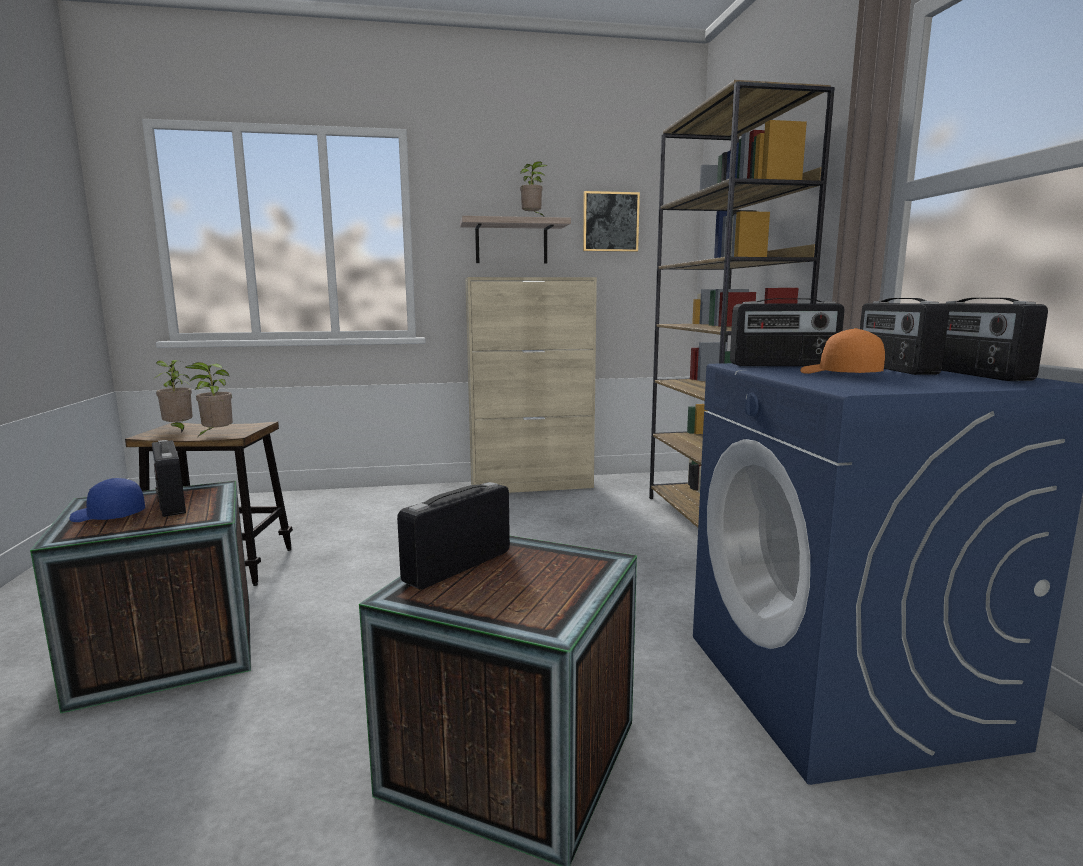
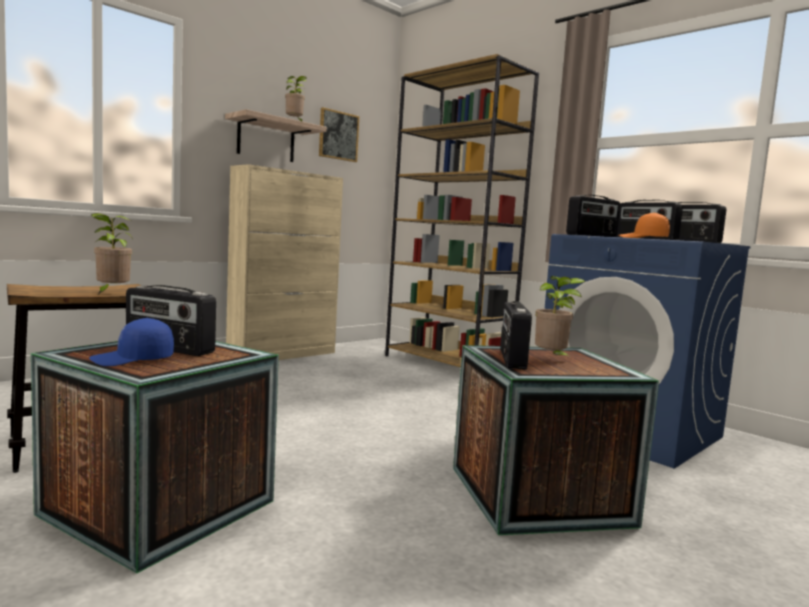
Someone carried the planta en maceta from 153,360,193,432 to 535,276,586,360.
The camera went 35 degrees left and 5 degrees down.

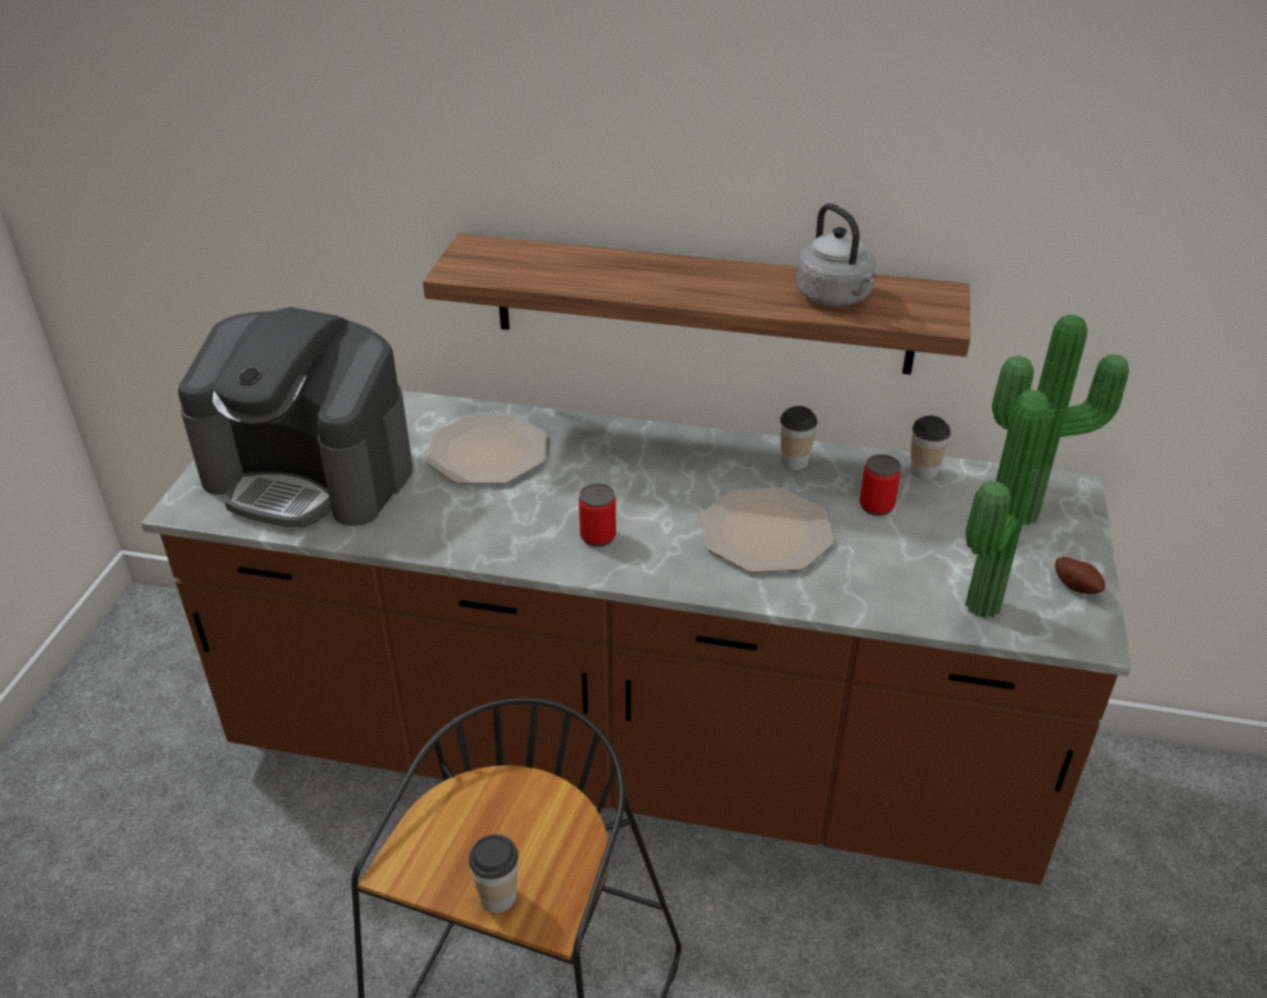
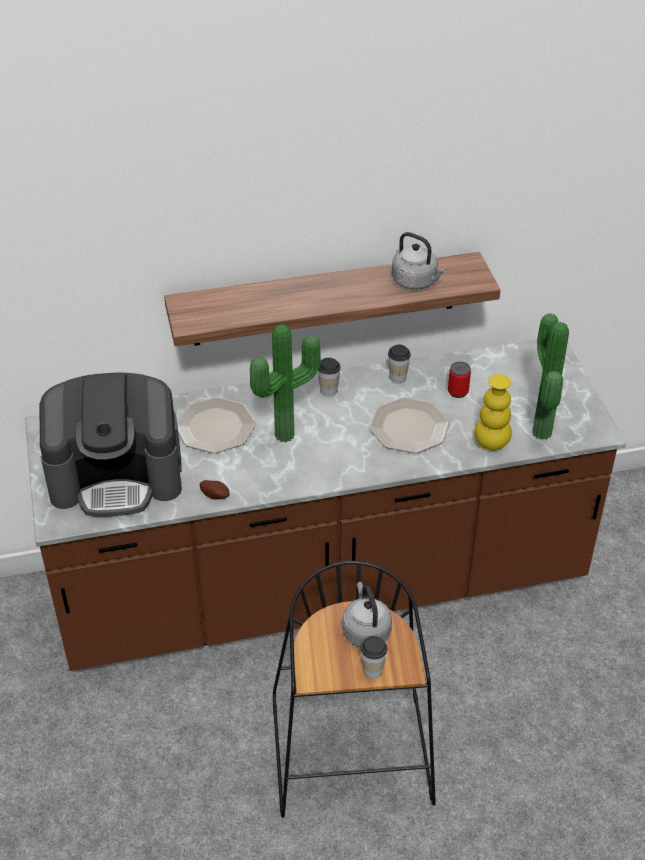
Someone took away the lata at 579,484,616,547.
Someone carried the taza from 910,416,951,480 to 318,358,341,397.
Someone carried the planta en maceta from 992,315,1129,525 to 250,324,321,442.
Someone carried the patata from 1055,557,1105,594 to 200,480,229,500.
Someone put down the hervidor/gris at 342,582,392,647.
Someone put down the florero/amarillo at 474,374,512,451.
The camera went 25 degrees left and 5 degrees up.

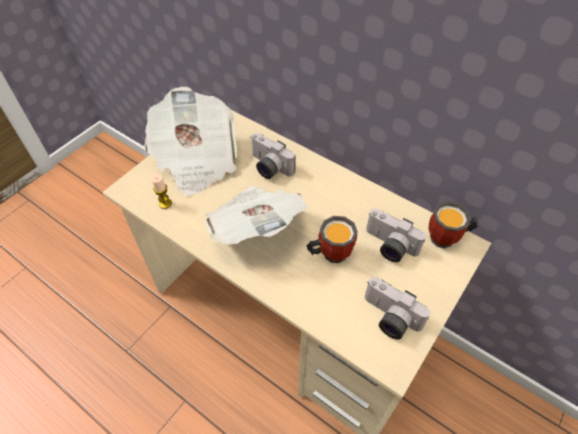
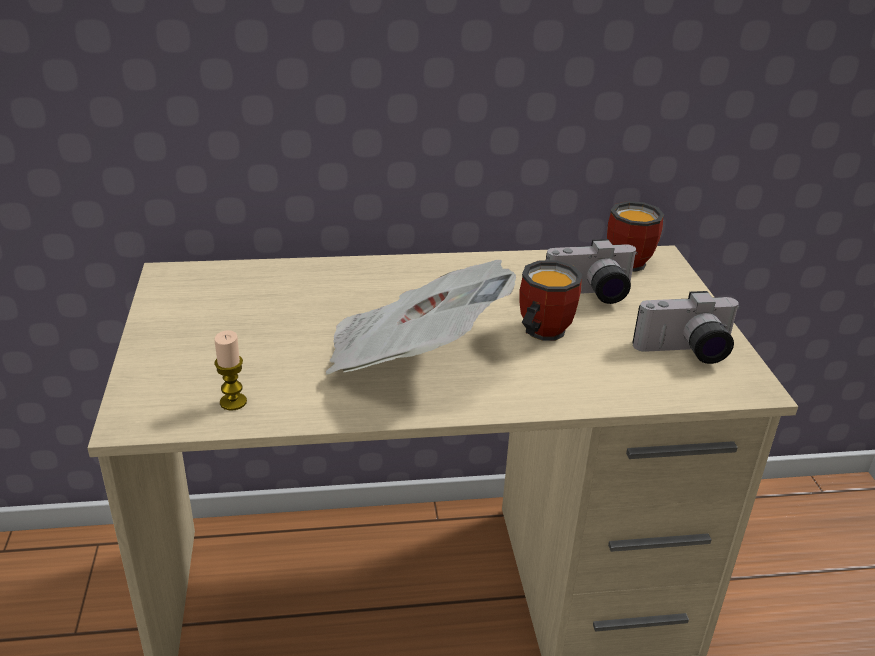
Someone took away the periódico at 144,87,237,196.
Someone took away the cámara at 251,133,296,179.
The camera went 45 degrees left and 20 degrees down.

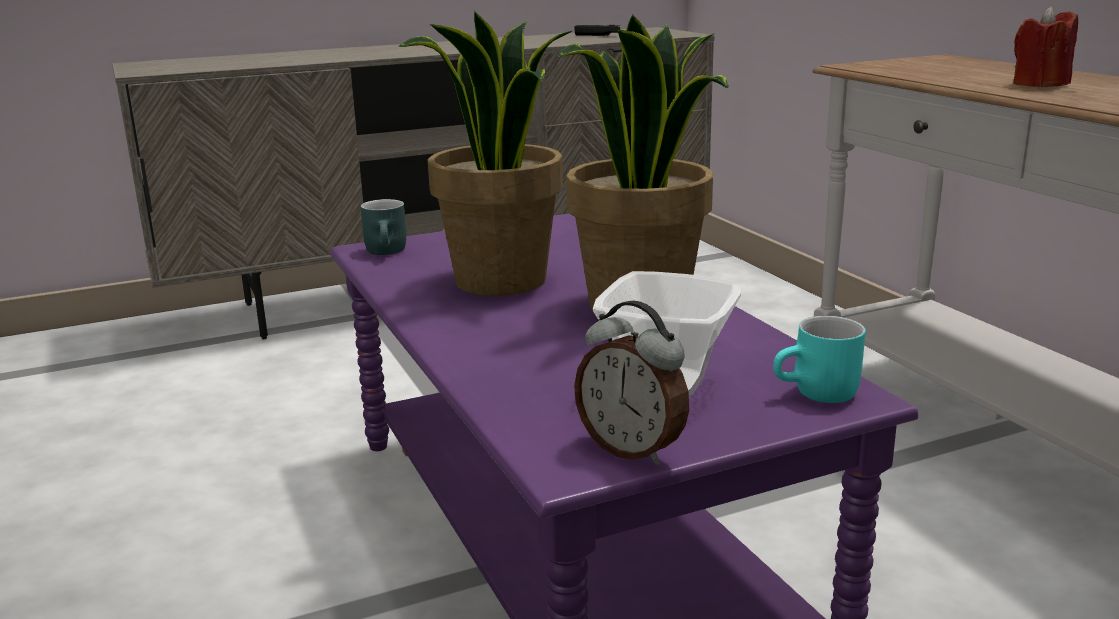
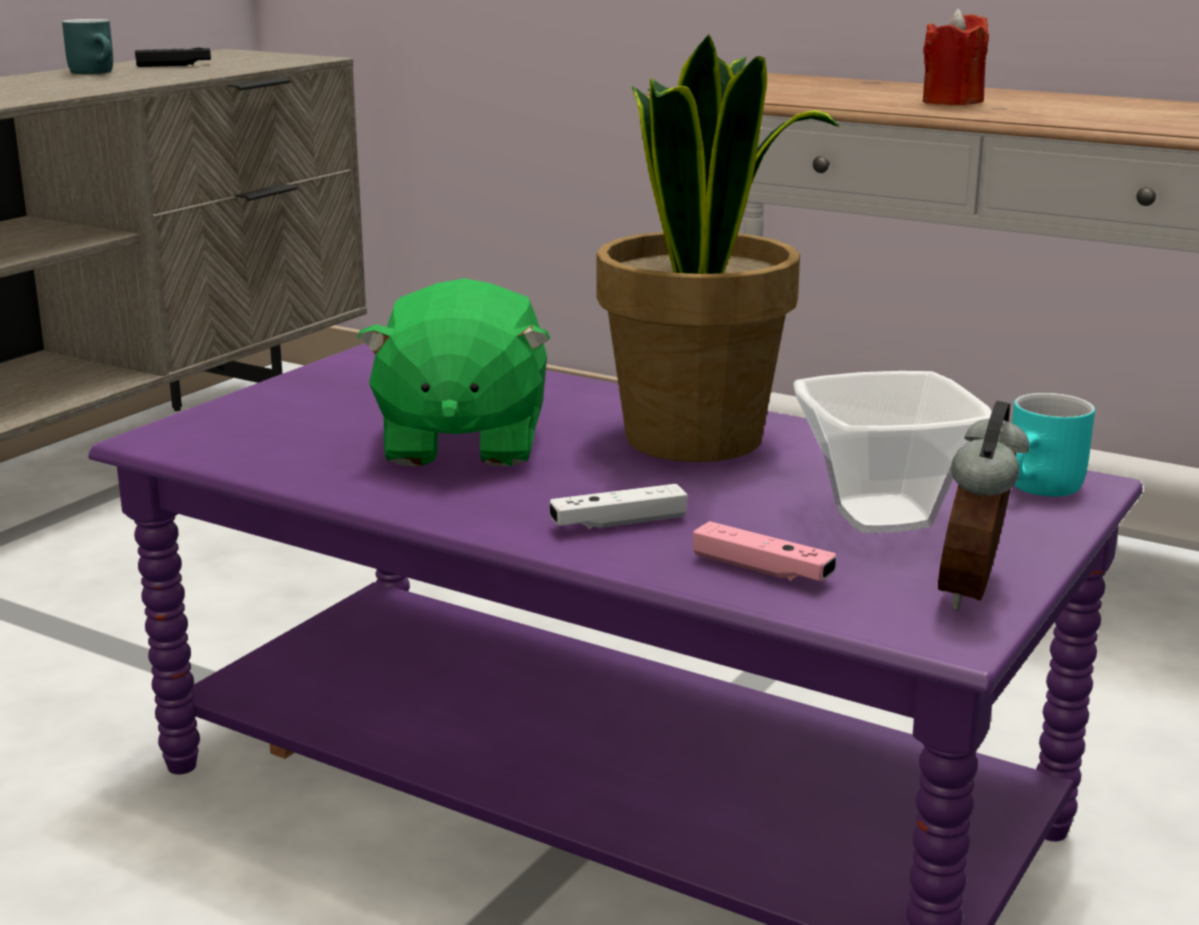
Someone carried the taza grande/turquesa from 361,199,406,255 to 62,19,113,74.
Someone swapped the planta en maceta at 398,11,572,296 for the peluche/verde at 357,278,550,466.
Someone rotated the despertador at 574,301,689,465 by 105 degrees clockwise.
Someone put down the mando de consola/blanco at 550,484,688,530.
Someone put down the mando de consola/rosa at 693,521,836,582.
The camera went 35 degrees left and 0 degrees up.

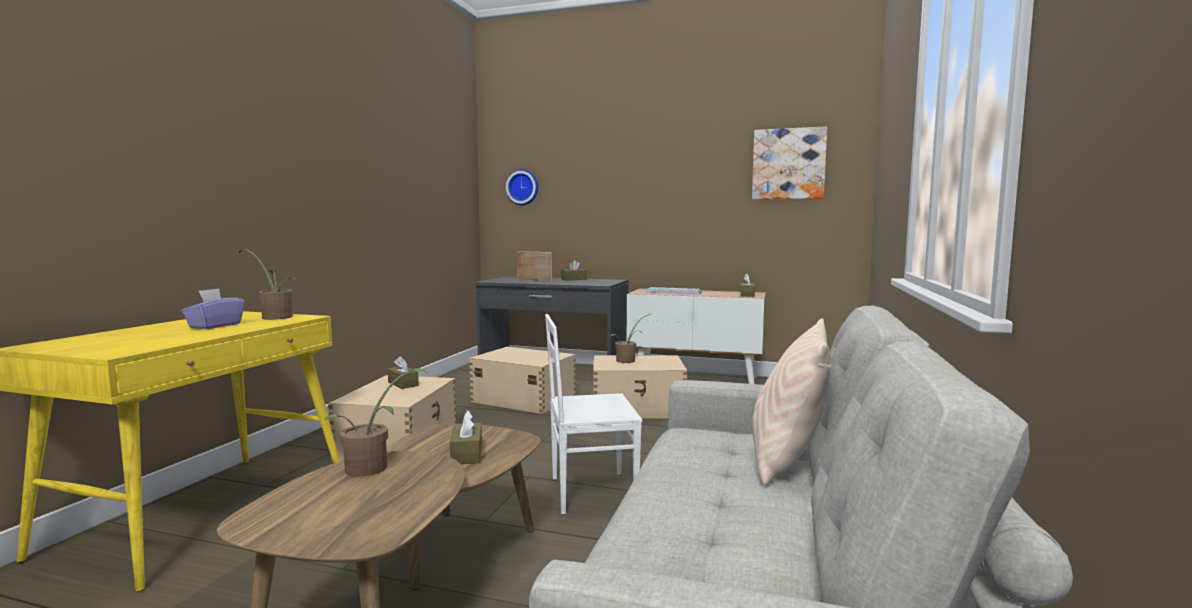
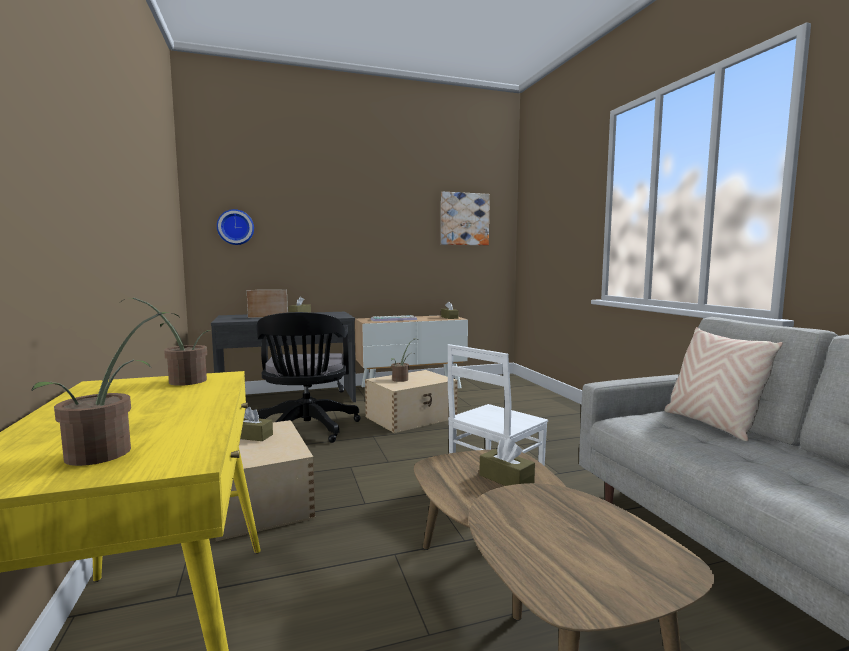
Someone took away the caja de pañuelos/morado at 182,288,245,329.
Someone carried the planta en maceta from 324,368,427,477 to 31,312,179,466.
Someone swapped the caja de almacenaje/beis at 469,347,576,414 for the silla de oficina/negro at 256,312,361,443.
The camera went 35 degrees left and 0 degrees up.

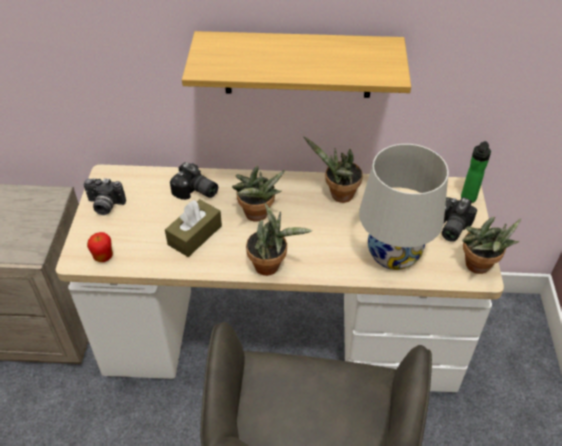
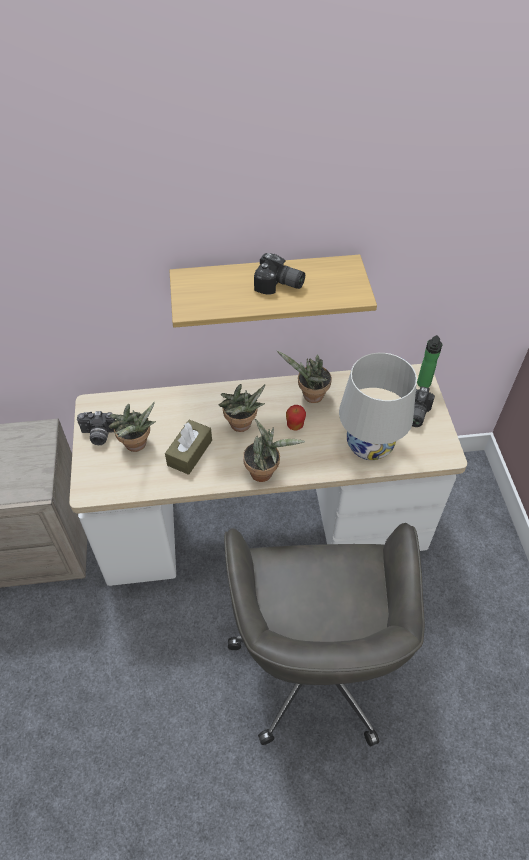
Someone carried the manzana from 87,232,113,262 to 286,405,306,430.
Someone carried the cámara from 170,162,218,200 to 254,253,305,295.
Someone carried the planta en maceta from 462,217,521,274 to 109,402,156,452.
The camera went 10 degrees left and 5 degrees up.

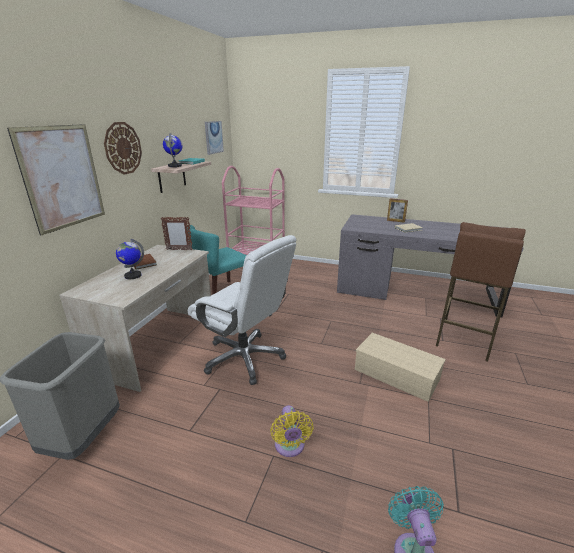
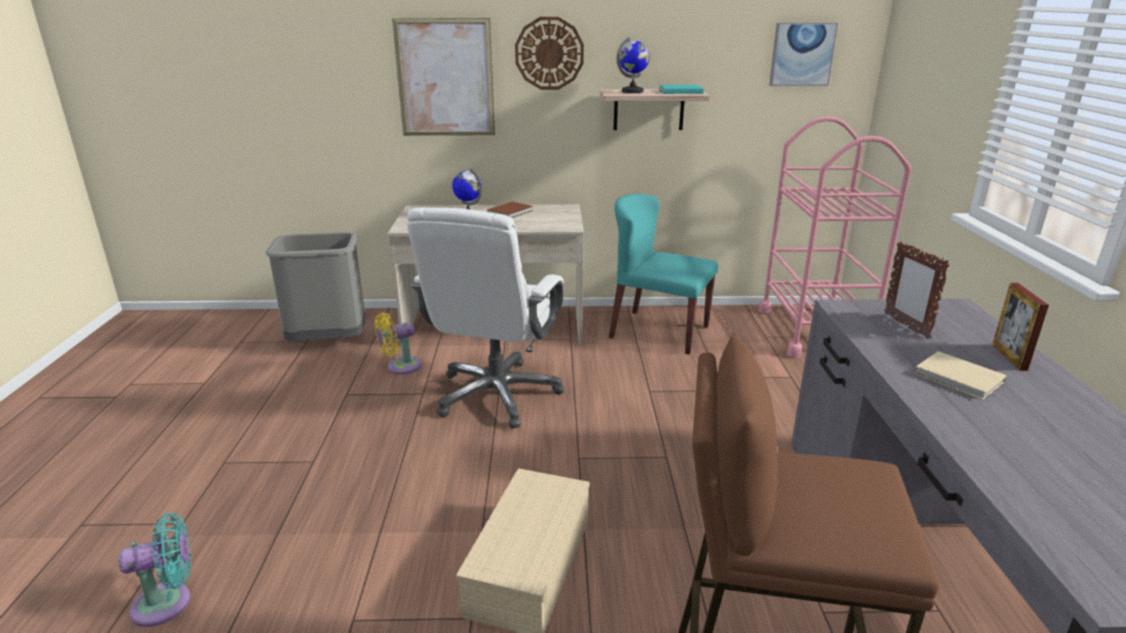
Someone carried the portarretratos from 161,217,193,250 to 884,241,950,339.
Someone carried the ventilador/amarillo from 270,405,314,457 to 375,313,421,374.
The camera went 70 degrees right and 0 degrees up.

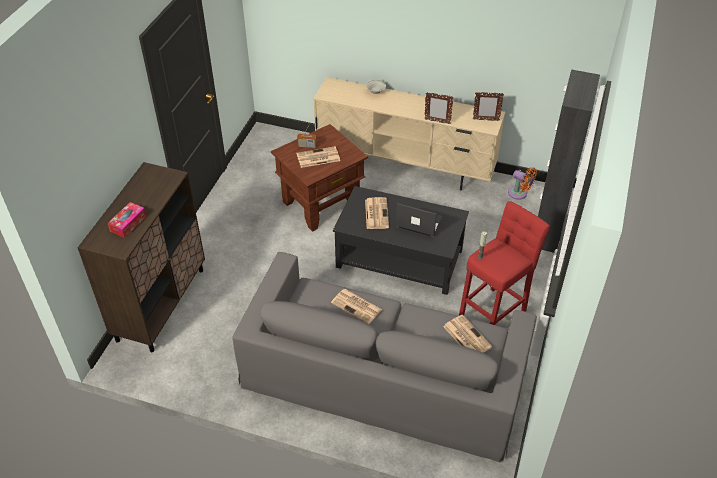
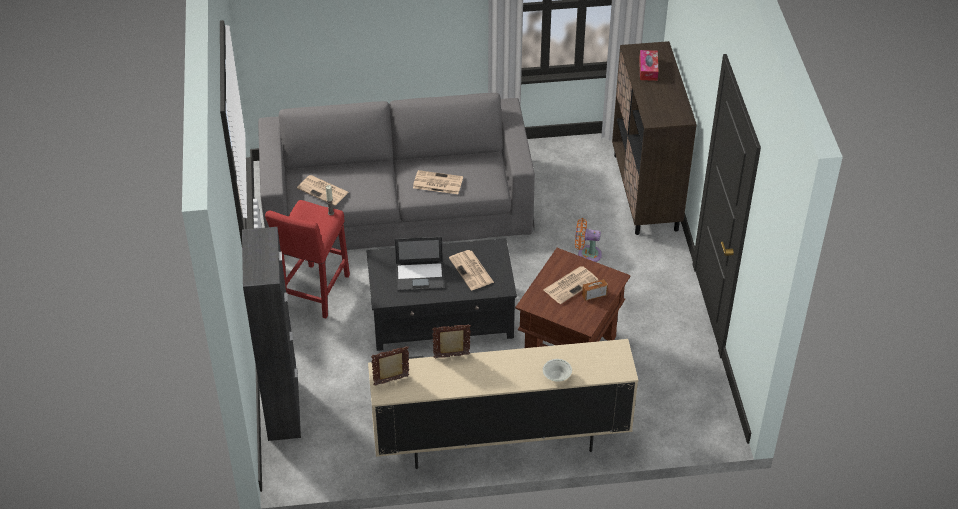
Someone carried the ventilador/naranja from 508,167,537,200 to 575,218,602,262.
The camera went 155 degrees right and 0 degrees up.

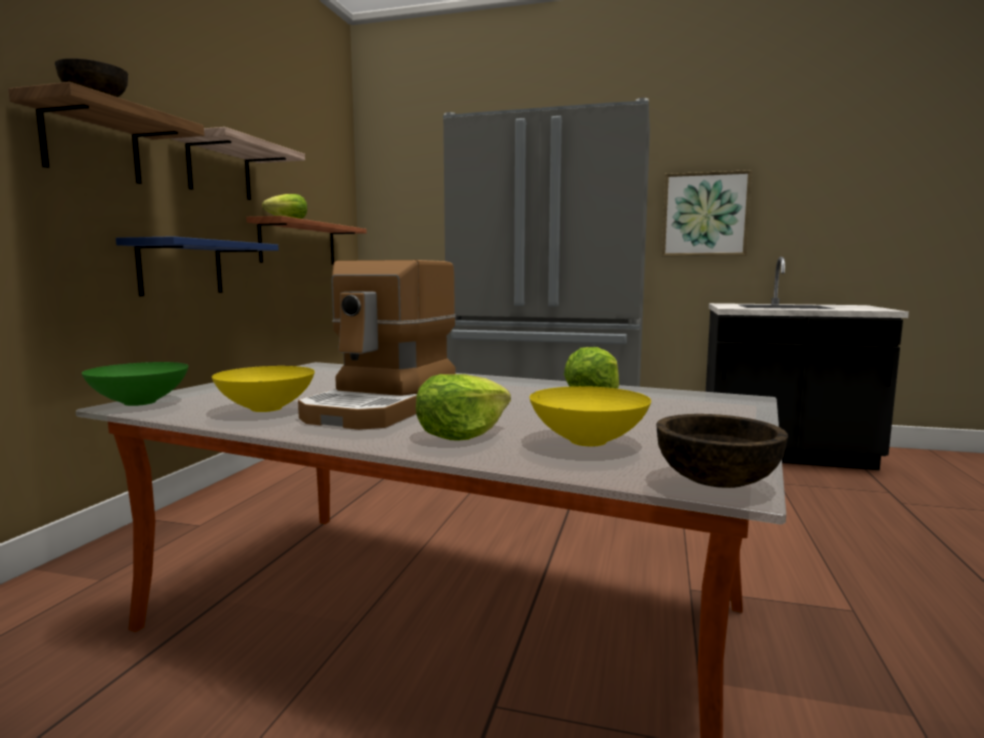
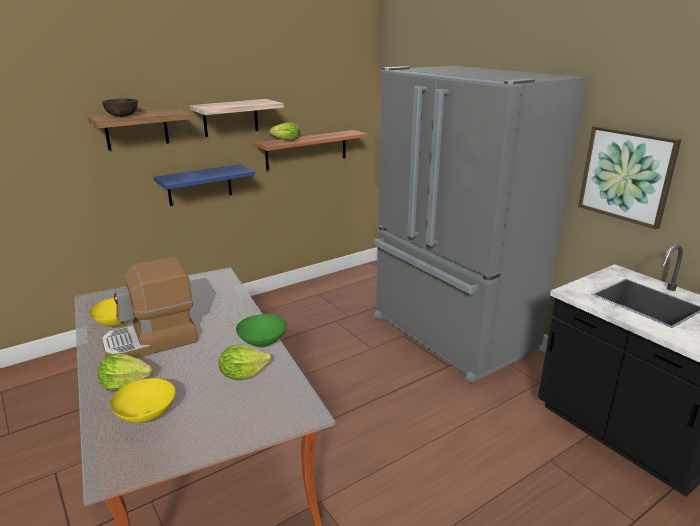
Someone carried the cuenco/verde from 82,362,188,406 to 236,314,287,347.
Someone took away the cuenco/marrón at 656,414,788,488.
The camera went 40 degrees right and 15 degrees up.

